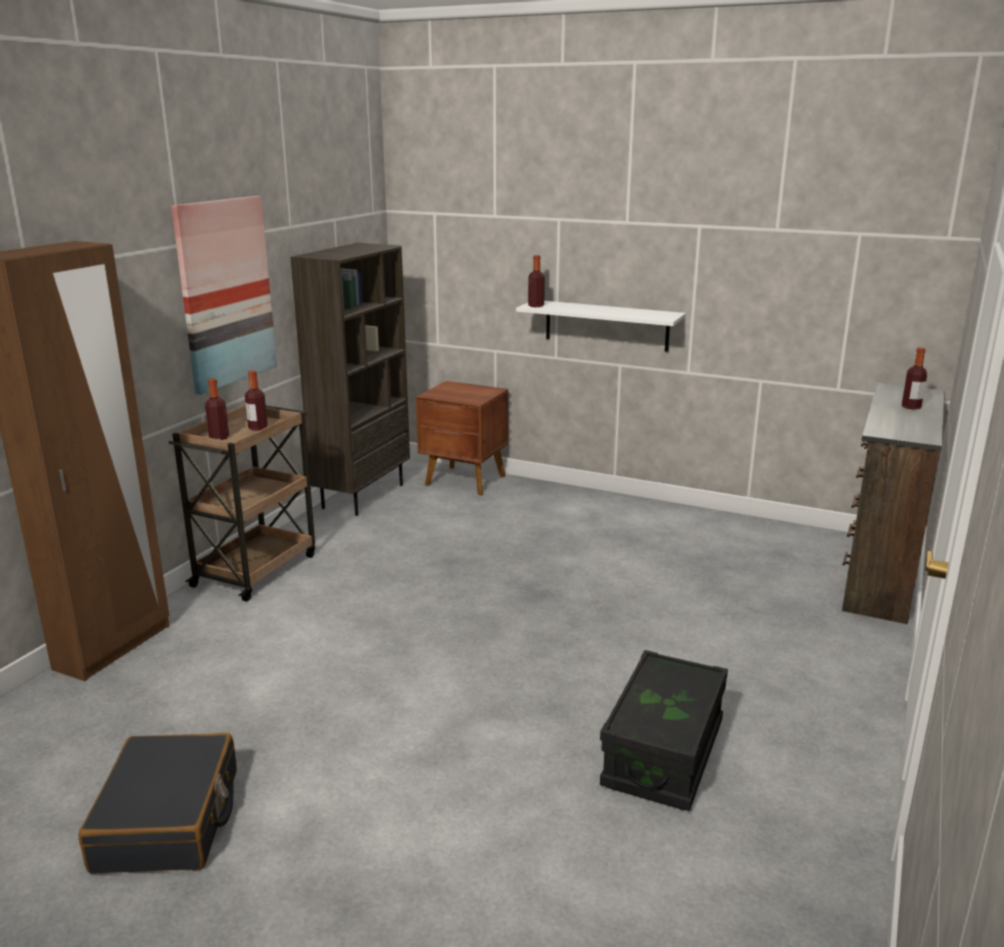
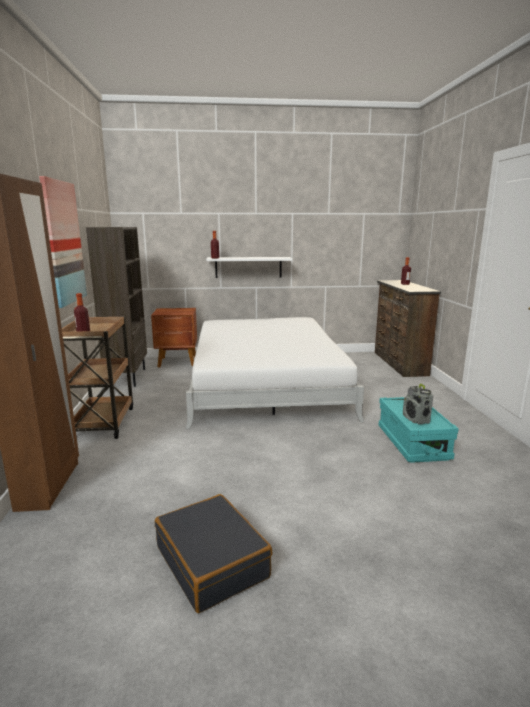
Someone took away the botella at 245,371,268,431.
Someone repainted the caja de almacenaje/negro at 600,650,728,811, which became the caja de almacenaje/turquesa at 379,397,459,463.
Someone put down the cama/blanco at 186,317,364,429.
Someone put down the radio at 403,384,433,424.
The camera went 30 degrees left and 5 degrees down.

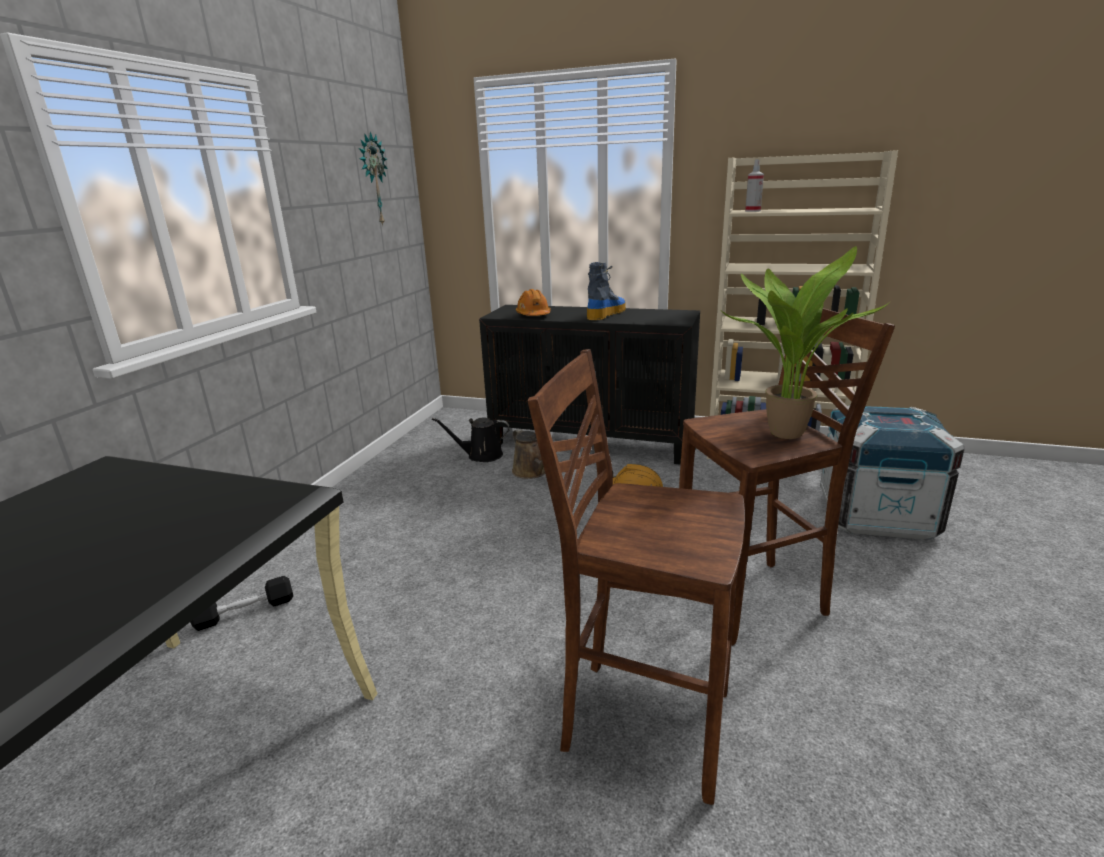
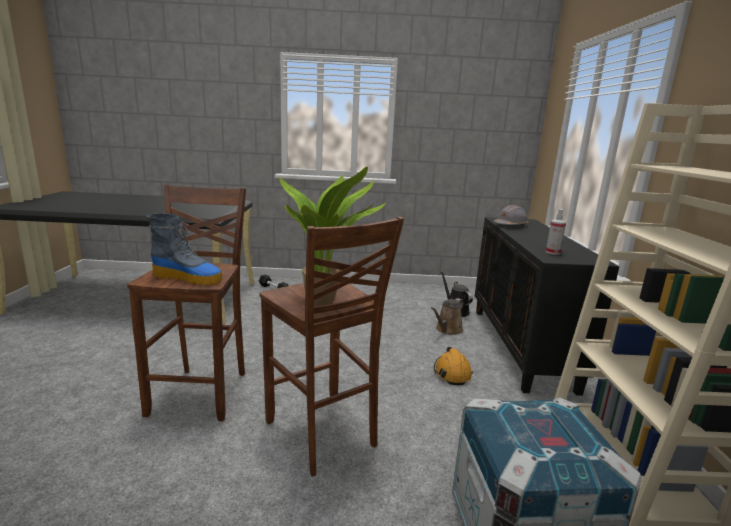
Someone took away the reloj de pared at 359,132,388,226.
Someone repainted the casco/naranja at 516,289,551,316, which became the casco/gris at 494,205,528,226.
Someone carried the bota from 587,262,626,320 to 147,213,222,286.
Someone carried the pulverizador from 745,159,764,212 to 546,209,566,255.
The camera went 70 degrees right and 5 degrees down.

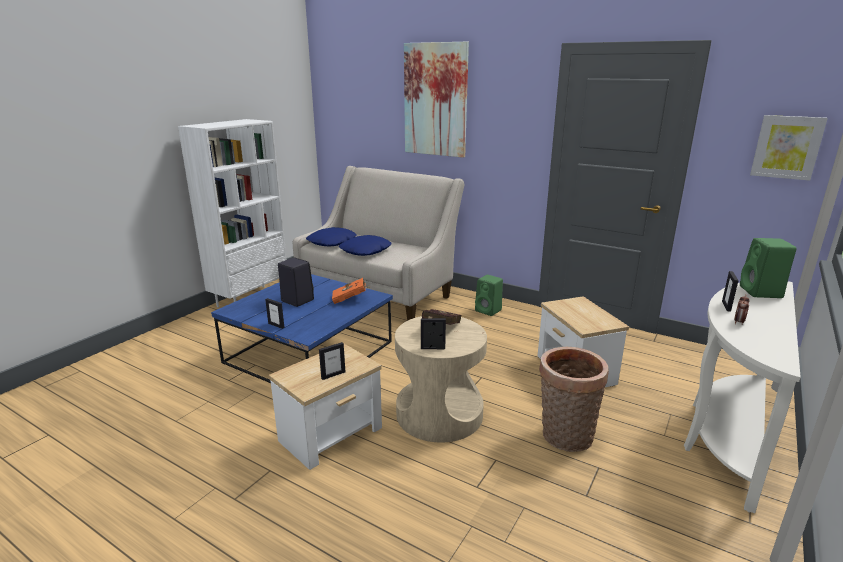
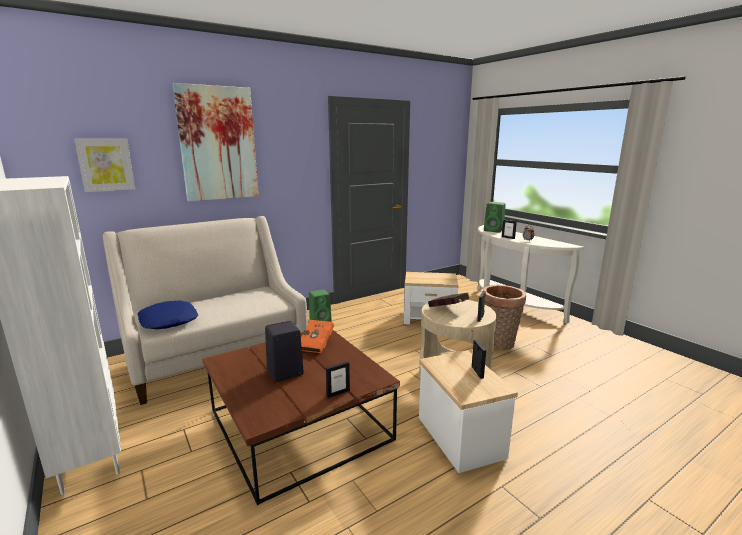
Someone repainted the mesa de centro/azul at 211,274,393,383, which became the mesa de centro/marrón at 202,329,400,505.
Someone took away the cojín/azul at 339,235,391,256.
Someone carried the cuadro from 750,115,828,181 to 74,138,135,192.
The camera went 65 degrees left and 5 degrees down.

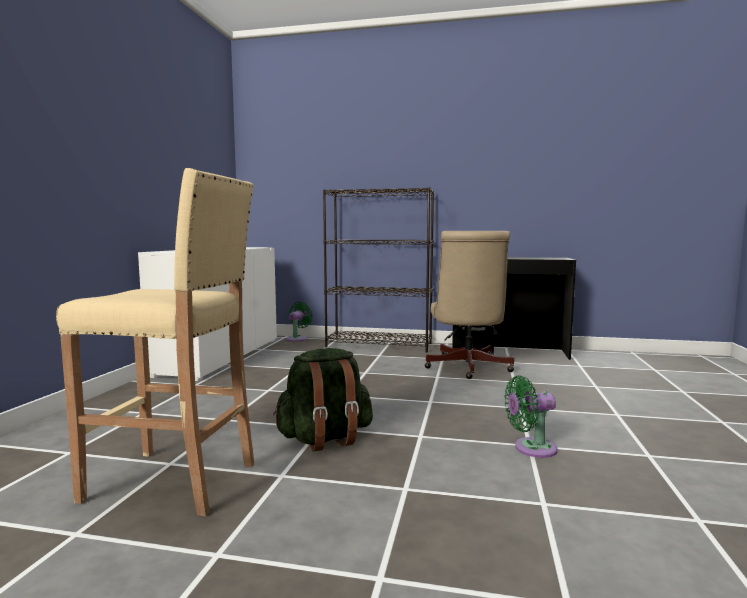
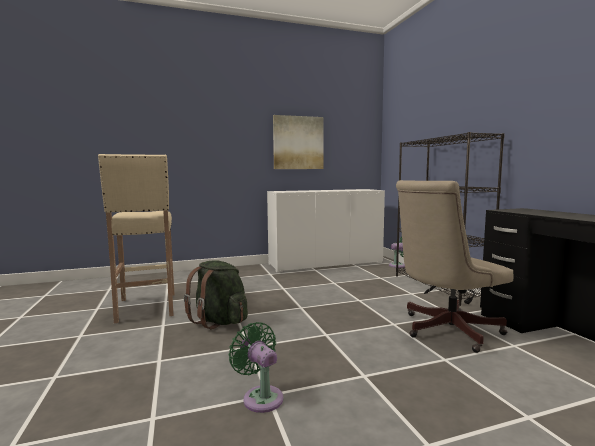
Someone put up the cuadro at 273,115,324,169.
The camera went 60 degrees right and 0 degrees up.

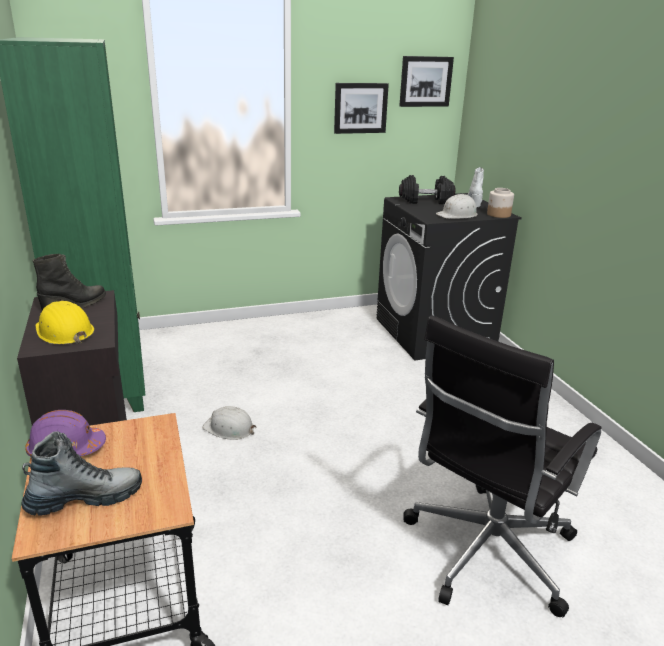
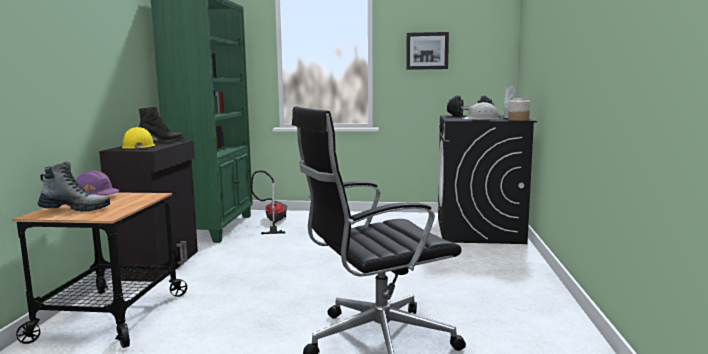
Someone took away the casco/blanco at 202,406,256,440.
Someone took away the cuadro at 399,56,454,107.
Someone put down the aspiradora at 251,170,287,234.
The camera went 25 degrees right and 15 degrees down.

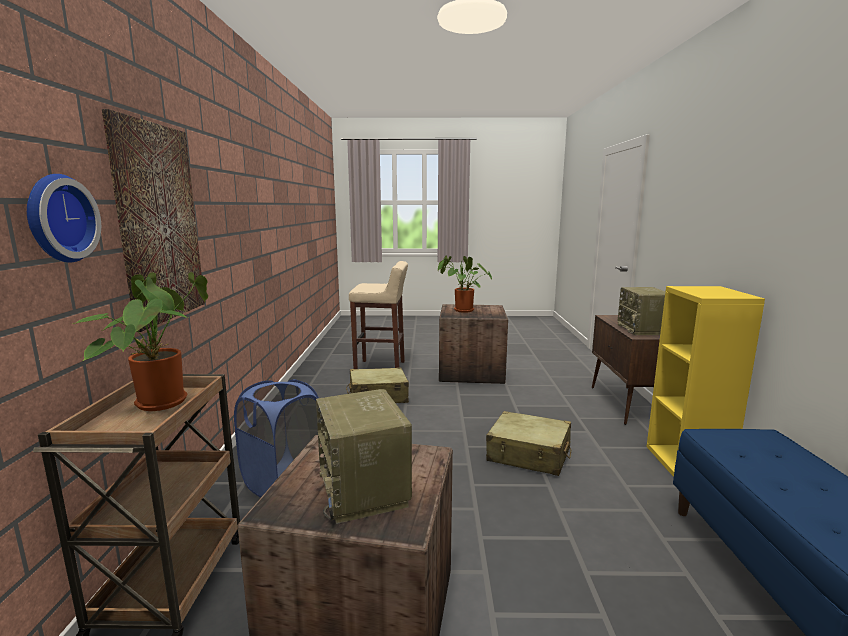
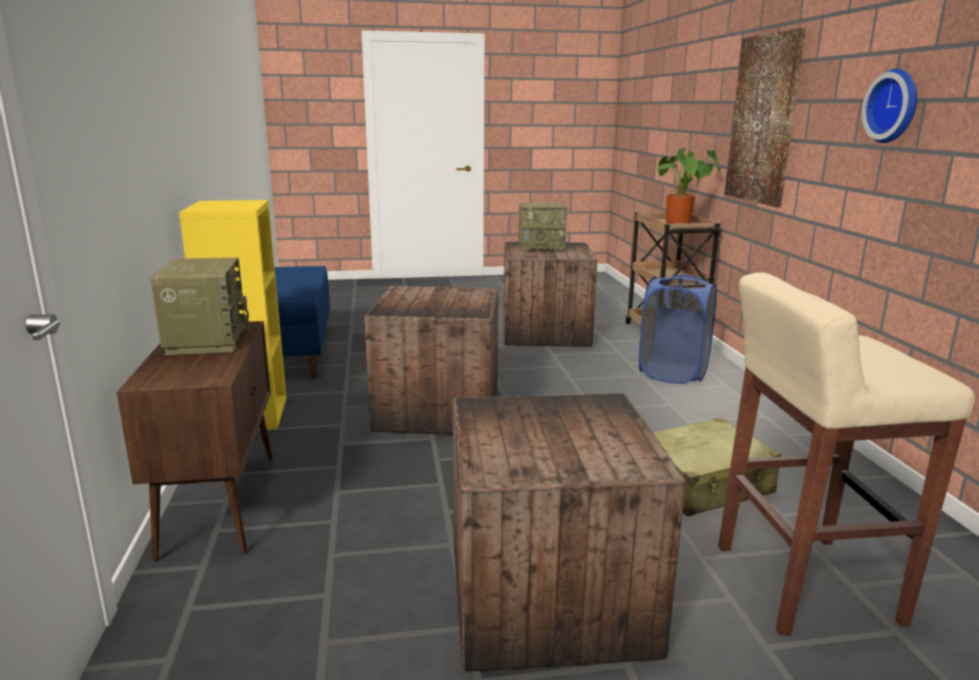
Someone carried the reloj de pared from 27,174,101,263 to 862,69,917,143.
Someone rotated the radio at 316,389,412,524 by 120 degrees clockwise.
Someone took away the planta en maceta at 438,256,492,313.
Someone swapped the maleta/beis at 486,411,571,476 for the caja de embalaje at 364,286,499,435.
The camera went 170 degrees right and 5 degrees up.

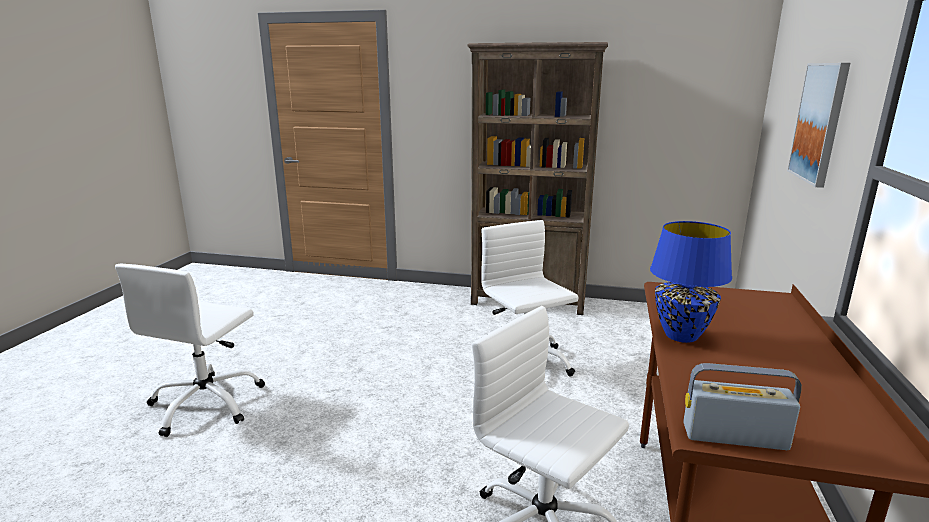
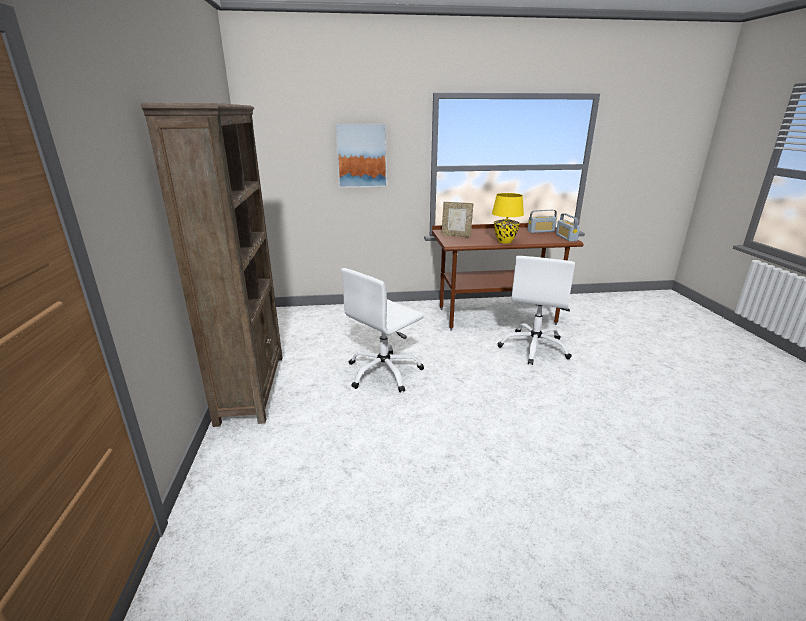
Someone took away the silla de oficina/blanco at 115,264,265,437.
Someone repainted the lámpara de mesa/azul at 650,221,732,343, which became the lámpara de mesa/amarillo at 492,193,524,244.
Someone put down the portarretratos at 441,202,474,237.
Someone put down the radio at 528,210,557,233.
The camera went 110 degrees left and 5 degrees up.

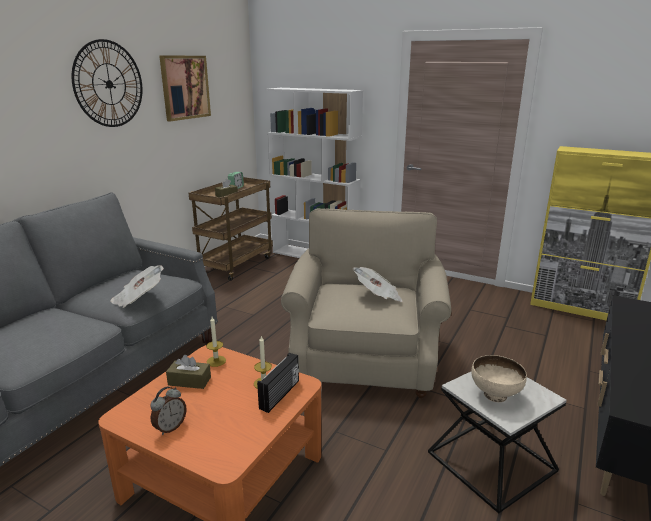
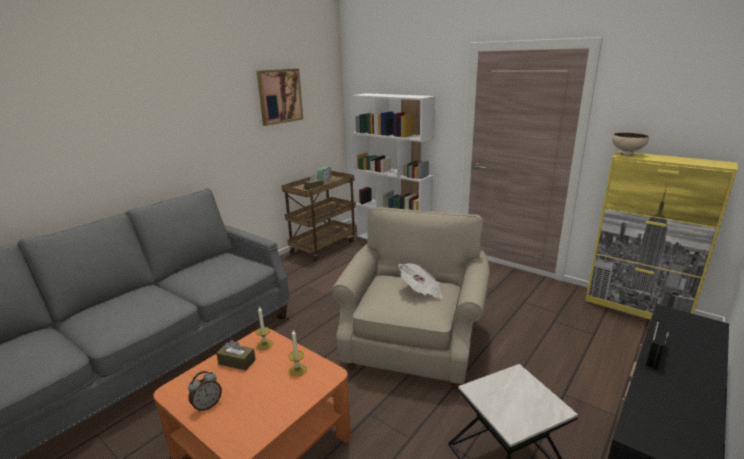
Someone took away the reloj de pared at 72,39,143,127.
Someone took away the periódico at 110,265,164,308.
Someone carried the radio from 257,353,299,413 to 646,318,669,370.
Someone carried the cuenco/beis from 471,355,527,402 to 612,133,649,156.
The camera went 10 degrees right and 0 degrees up.

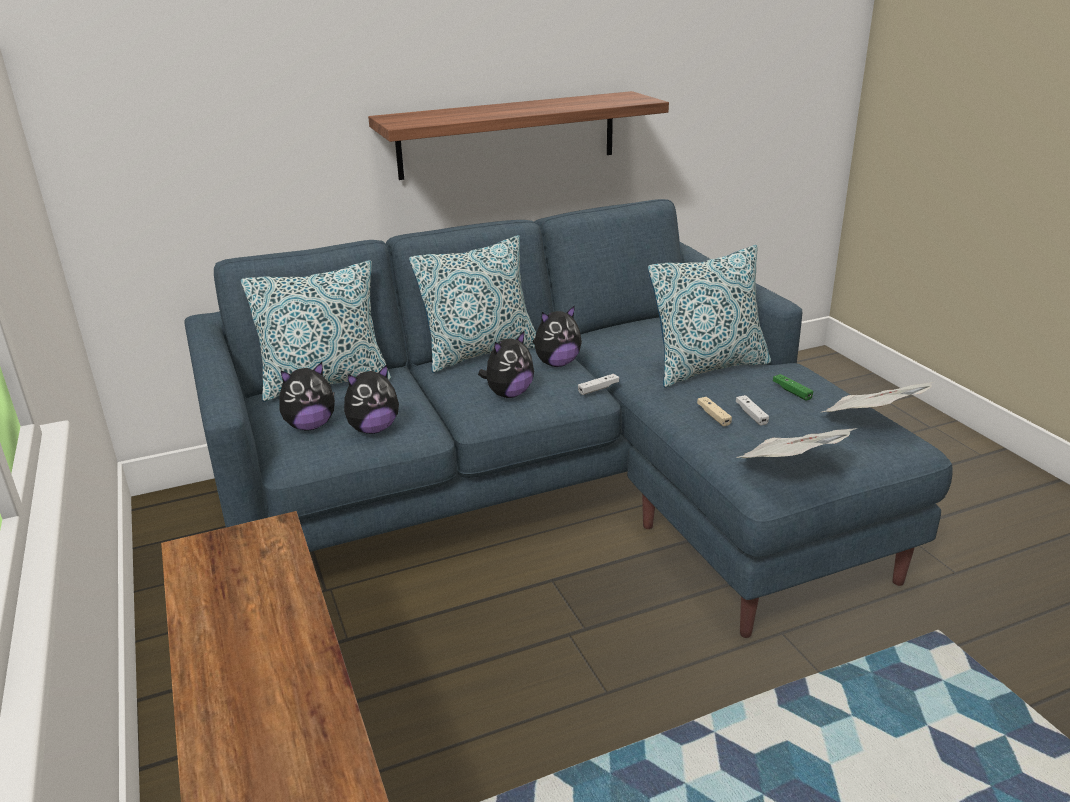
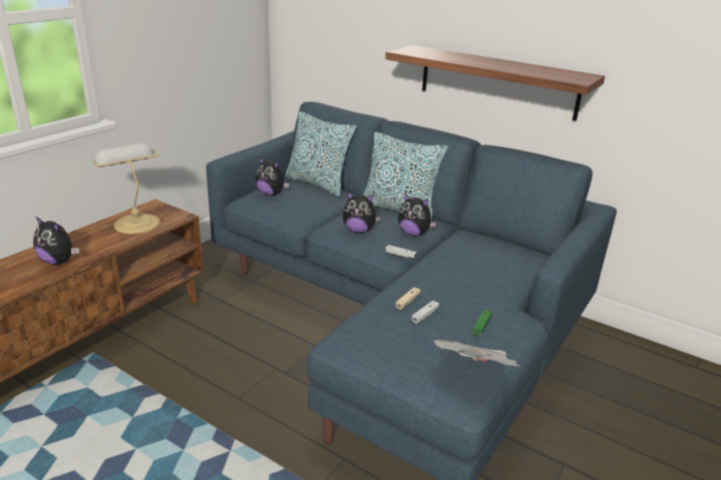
Someone carried the peluche from 344,365,399,434 to 33,217,79,265.
Someone took away the cojín at 648,245,771,388.
Someone took away the periódico at 736,428,858,458.
Someone put down the lámpara de mesa at 92,143,160,234.
The camera went 55 degrees right and 0 degrees up.

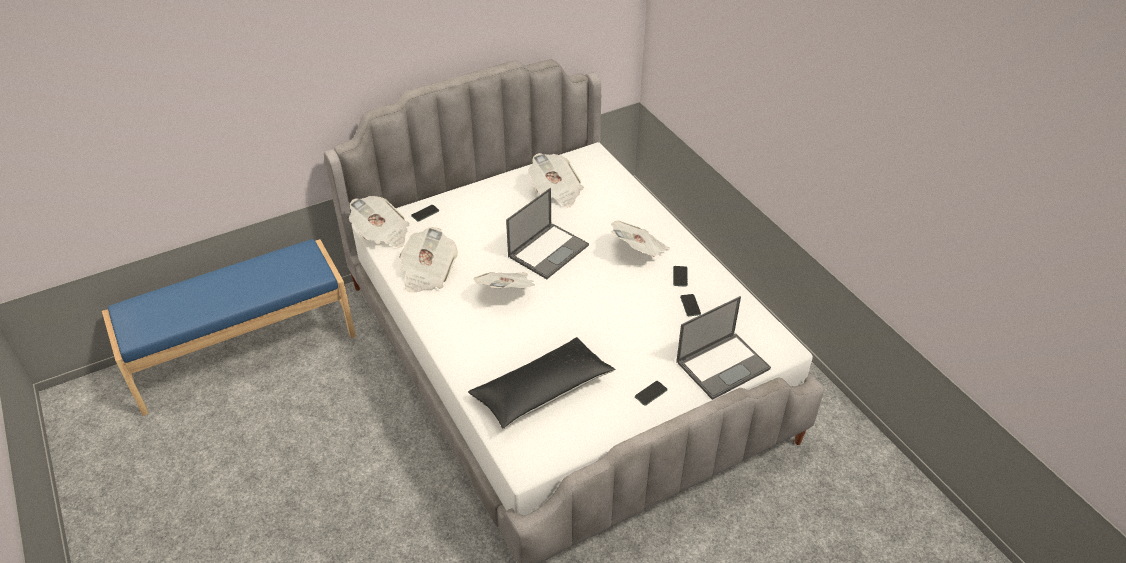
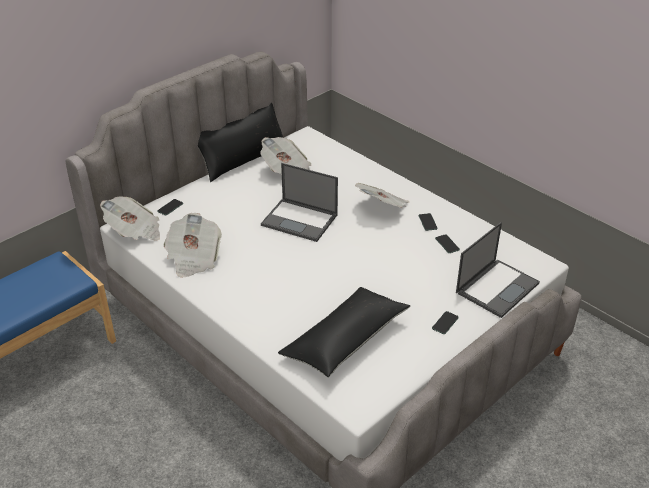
Someone took away the periódico at 474,272,535,288.
Someone rotated the portátil at 506,188,589,279 by 90 degrees clockwise.
Someone put down the cojín/negro at 198,103,283,182.
The camera went 15 degrees left and 5 degrees down.

